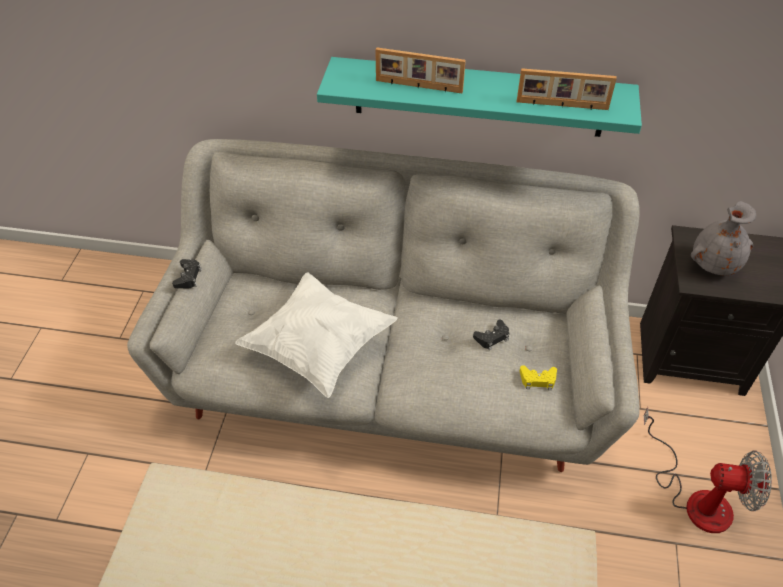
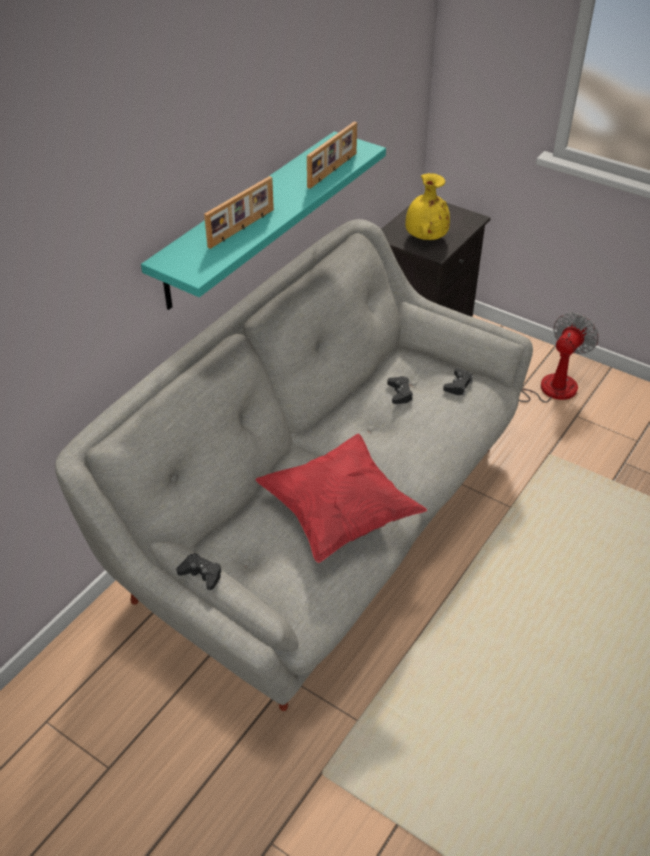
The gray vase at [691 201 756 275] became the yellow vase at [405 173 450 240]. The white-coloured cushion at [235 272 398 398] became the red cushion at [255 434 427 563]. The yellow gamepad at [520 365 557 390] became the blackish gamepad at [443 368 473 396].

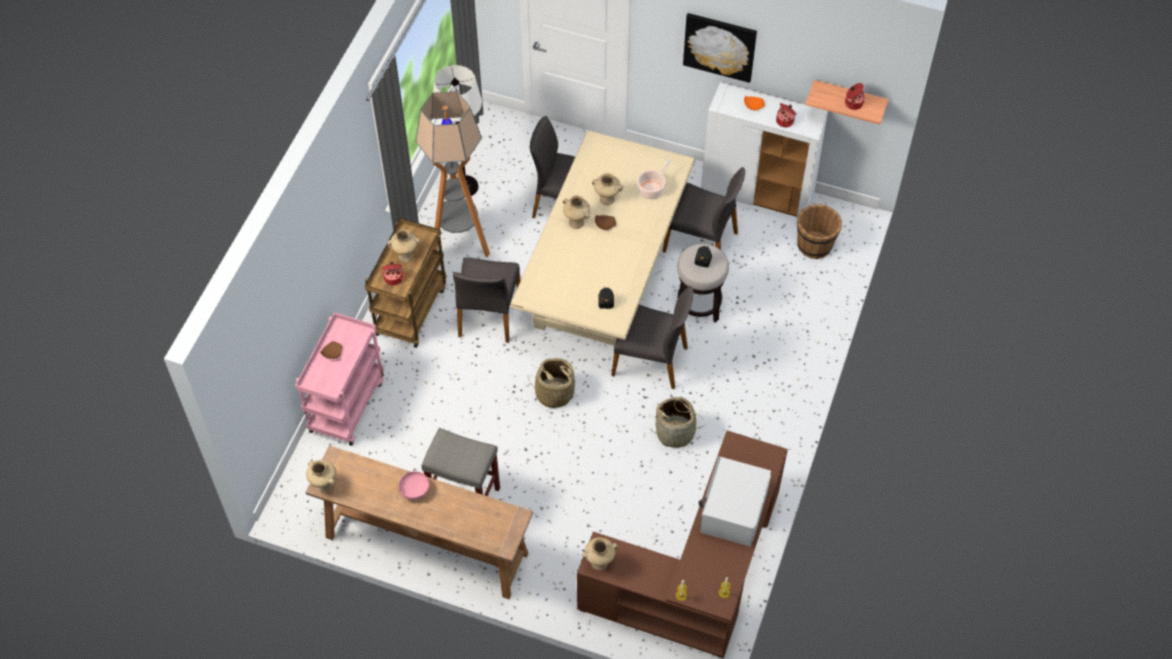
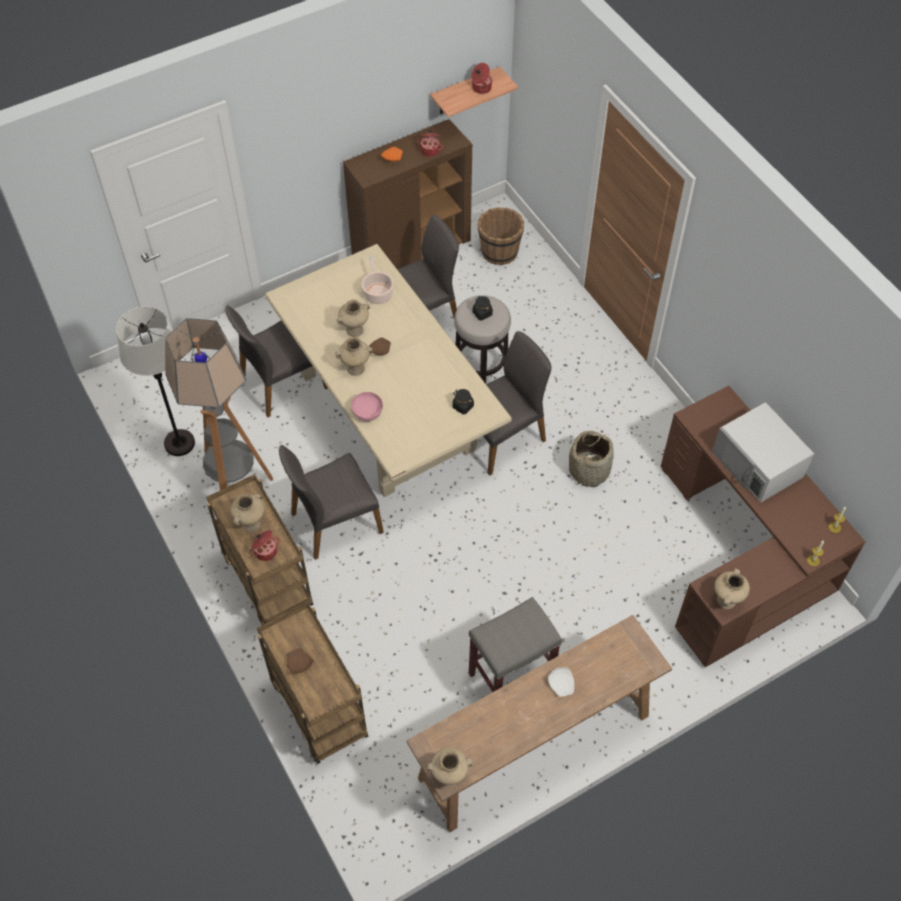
The wall picture at [683 13 757 83] disappeared. The white-coloured cupboard at [701 82 828 218] became the brown cupboard at [343 119 472 269]. The gray upright chair at [453 257 521 343] turned 105 degrees clockwise. The pink wheeled cart at [295 312 384 446] became the brown wheeled cart at [257 602 368 764]. The storage basket at [528 358 576 408] disappeared. The pink bowl moved from [399 471 429 500] to [351 392 383 421]. The white-coloured plate at [548 667 574 697] appeared.

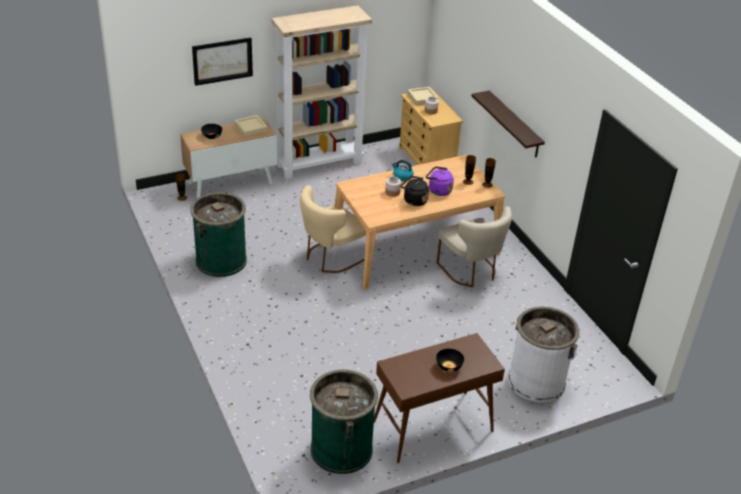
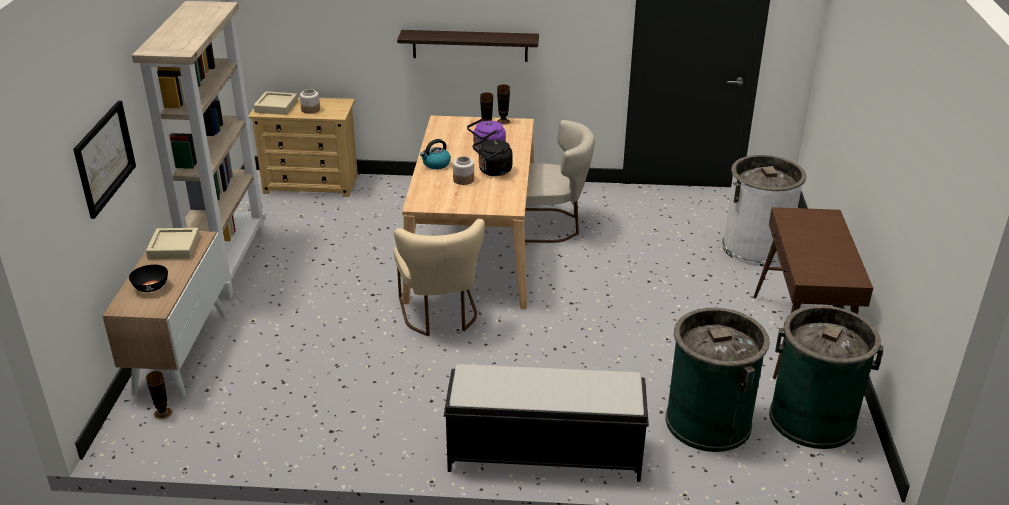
The green-coloured waste bin moved from [190 192 247 277] to [666 308 770 452]. The blackish bowl at [436 349 464 372] disappeared. The blackish long seat at [444 364 649 482] appeared.

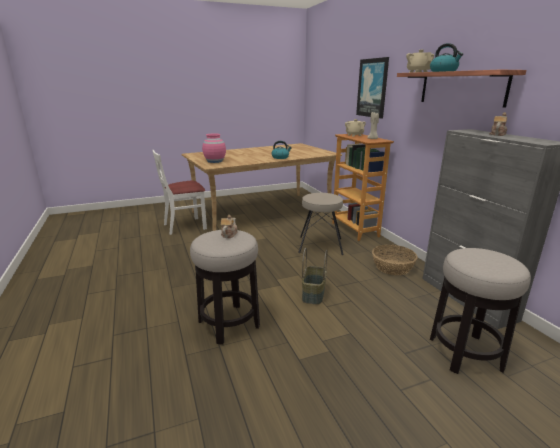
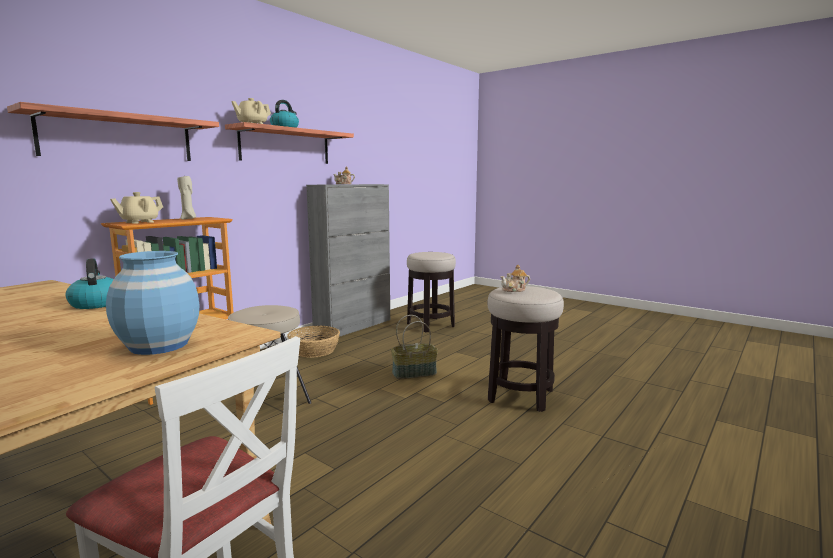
The wall picture at [356 57 389 119] was replaced by the wall shelf at [7 102 219 161]. The pink vase at [202 133 226 163] became the blue vase at [106 251 199 355].

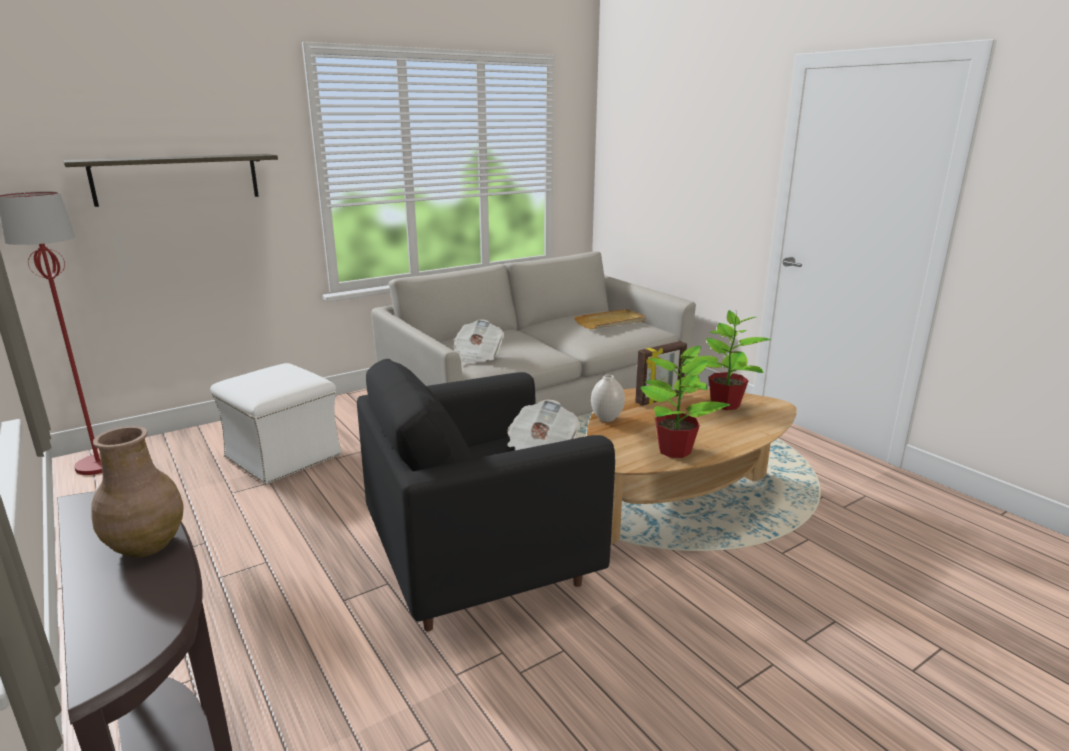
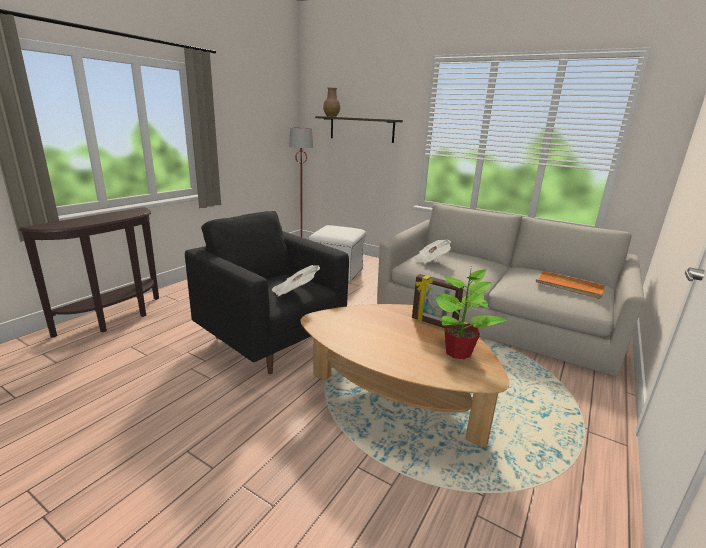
The beige serving tray at [574 309 646 329] became the orange serving tray at [536 271 605 299]. The plant in a pot at [640 344 730 458] disappeared. The white-coloured vase at [591 374 625 422] disappeared. The brown vase moved from [91 426 184 557] to [323 88 340 117].

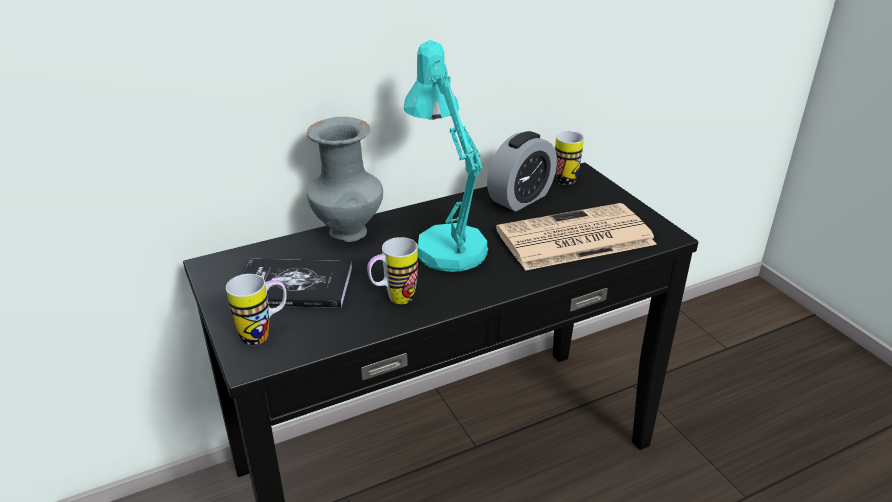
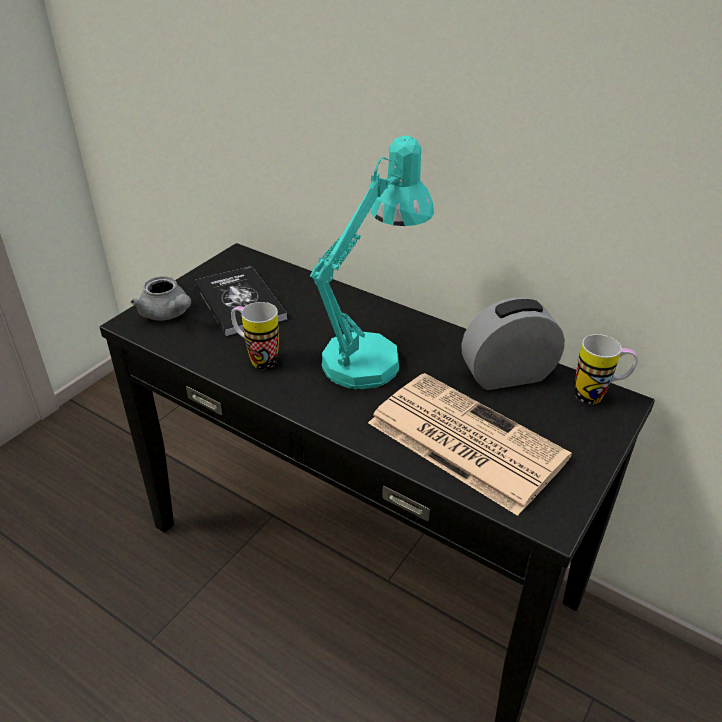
The gray vase at [307 117 383 242] disappeared. The table clock at [487 131 557 212] turned 150 degrees clockwise. The coffee mug at [226 274 287 345] was replaced by the gray teapot at [131 276 191 321].

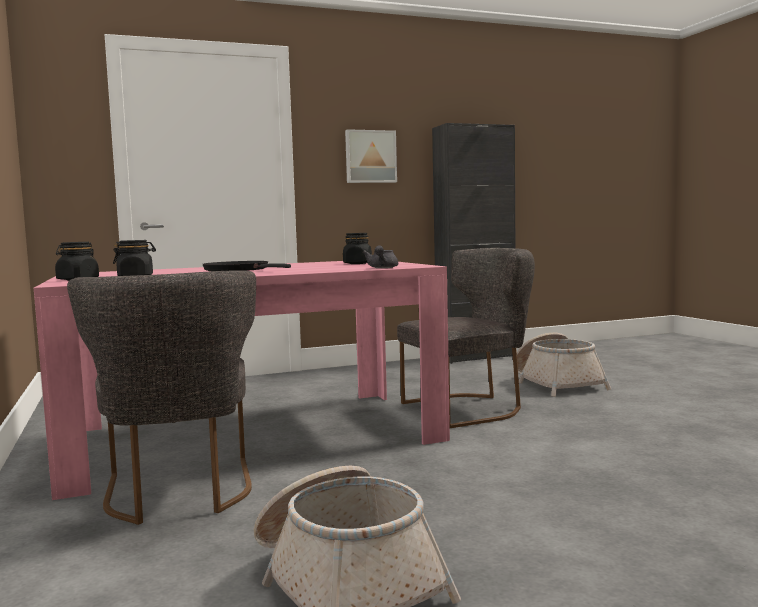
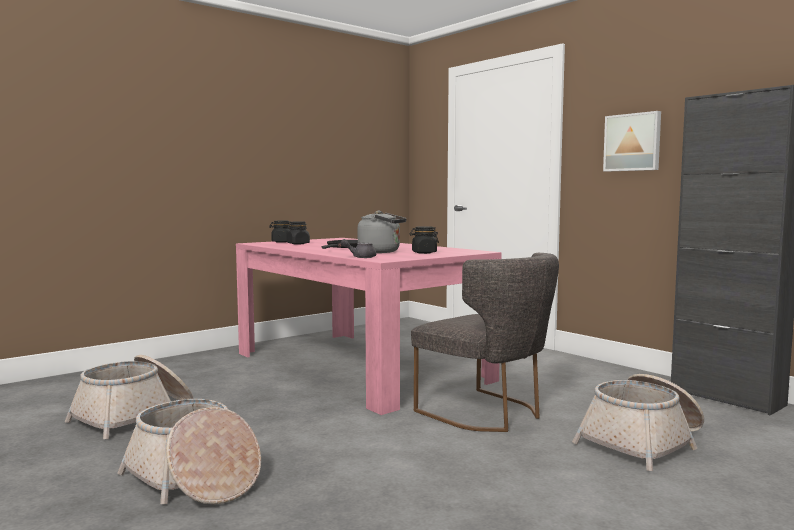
The gray upright chair at [67 270 256 525] disappeared. The gray tea kettle at [358 211 407 253] appeared. The storage basket at [117 399 261 504] appeared.

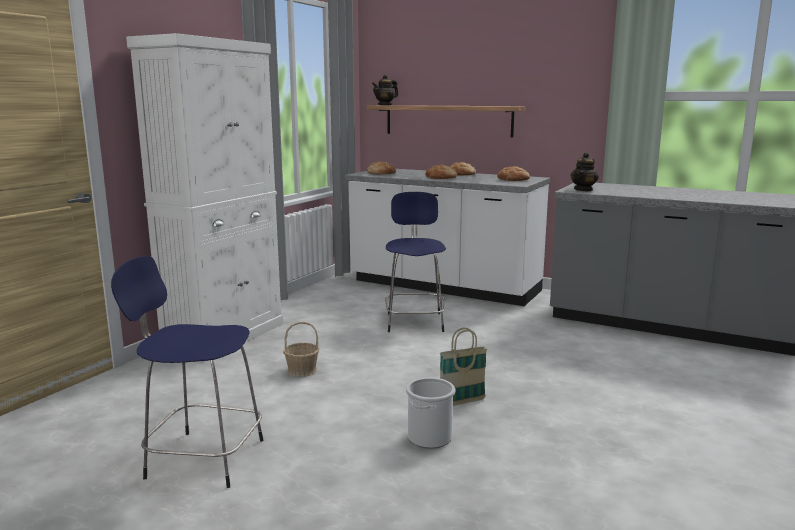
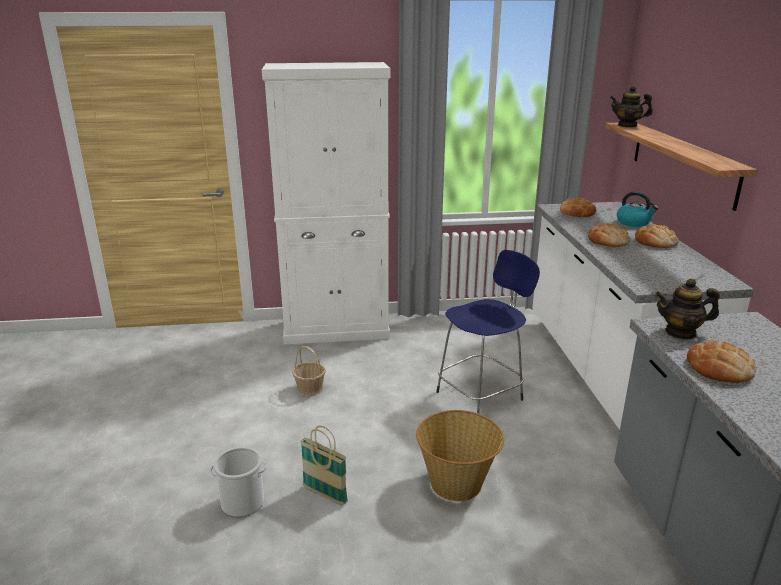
The baked bread moved from [497 166 530 181] to [687 340 756 383]. The blue sitting stool at [111 256 263 488] disappeared. The tea kettle at [617 191 659 227] appeared. The storage basket at [416 410 504 501] appeared.

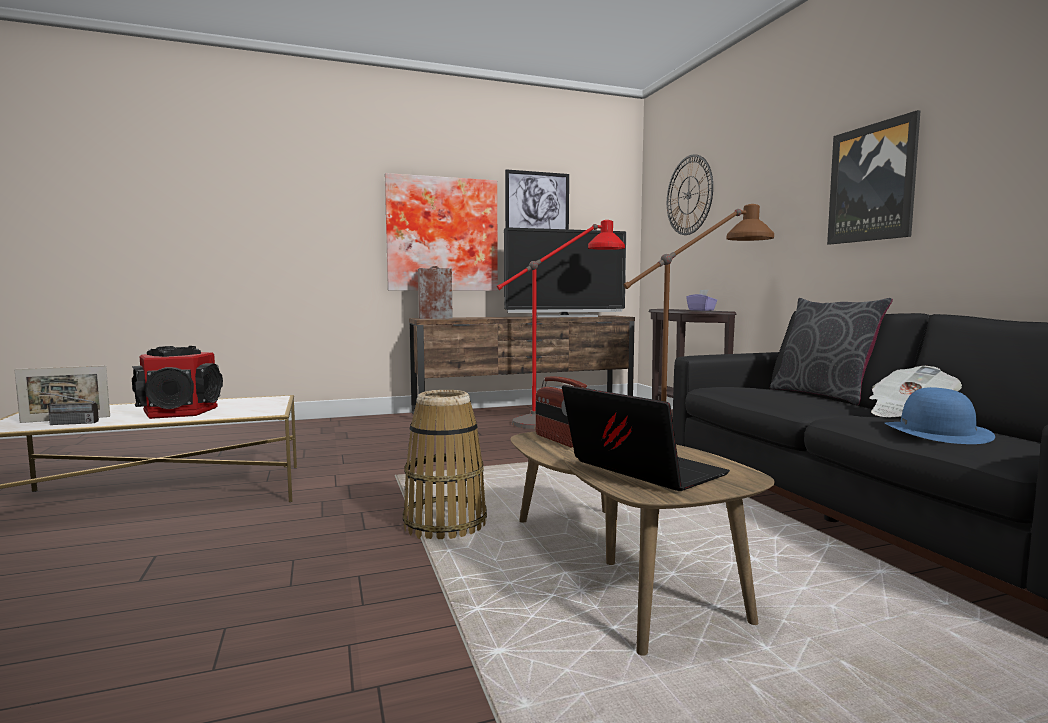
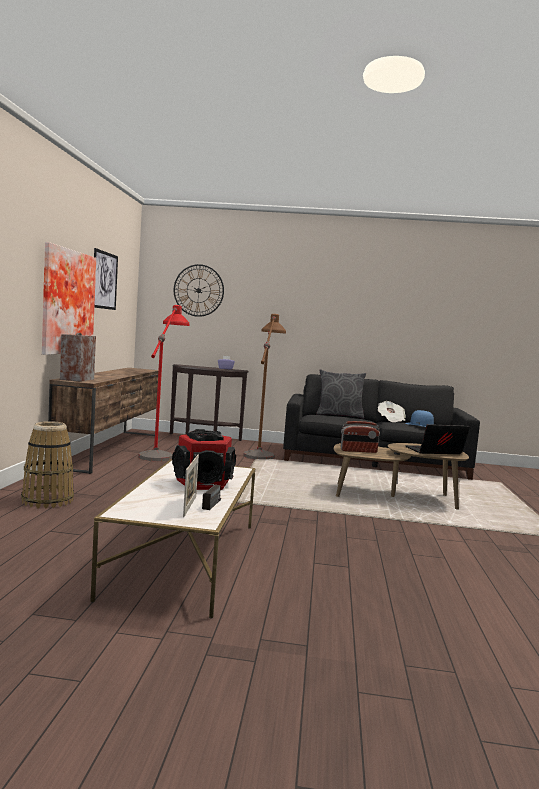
The wall picture at [827 110 920 245] disappeared. The TV set at [504 227 626 318] disappeared. The storage basket moved from [403 390 487 539] to [21 421 74 509].

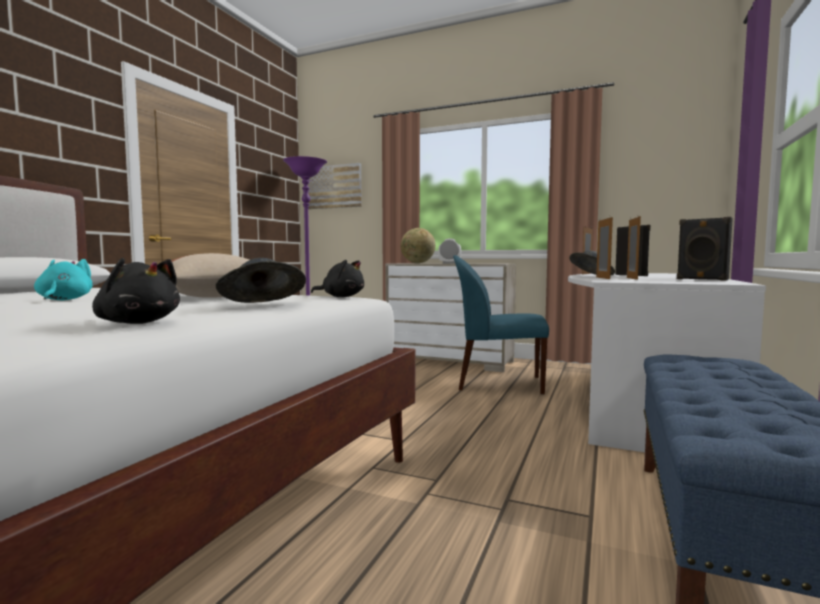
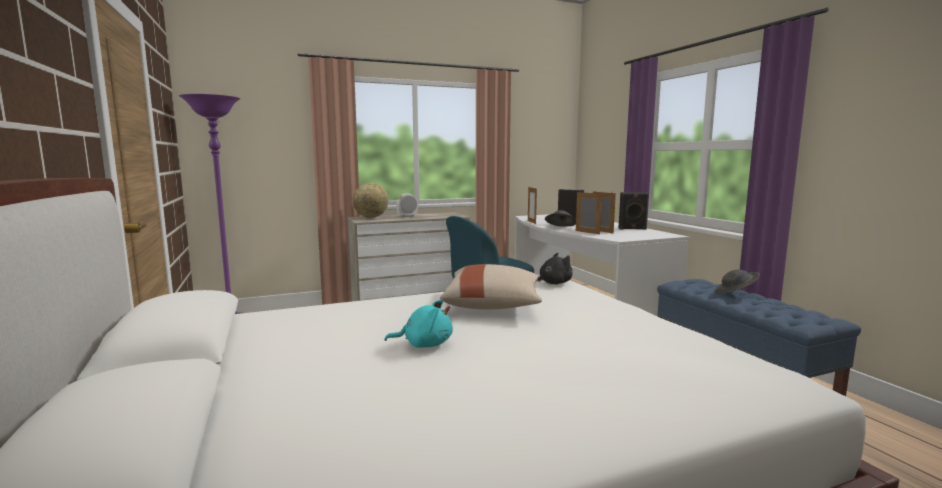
The wall picture at [308 163 362 209] disappeared. The blackish soft toy at [92 258 180 324] disappeared. The gray wearable hat moved from [215 258 306 303] to [715 270 760 294]. The turquoise soft toy at [34 259 93 301] turned 150 degrees clockwise.

